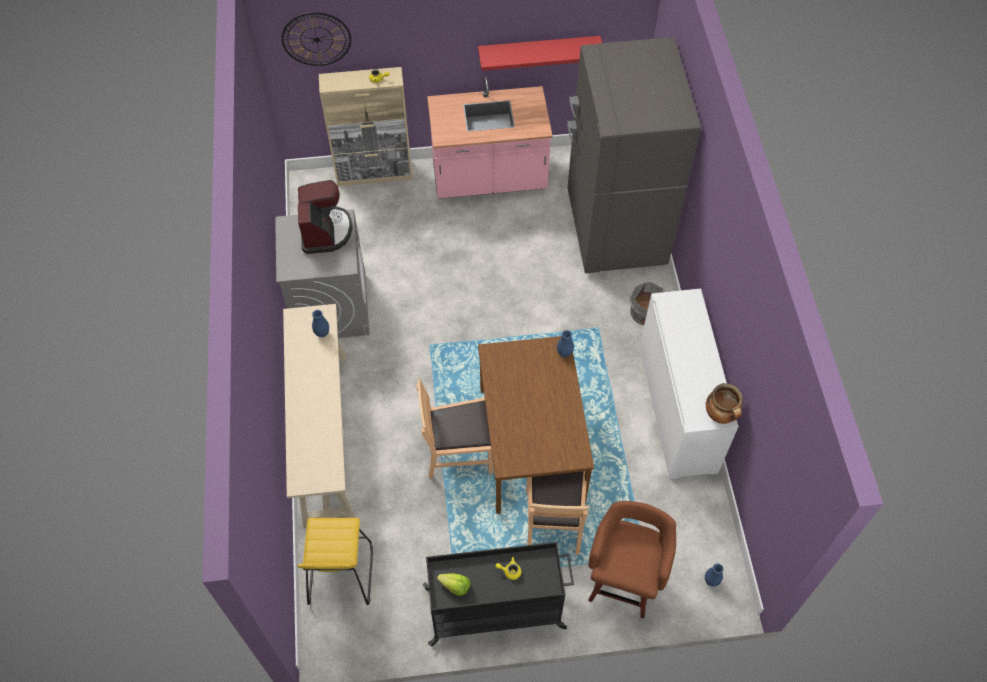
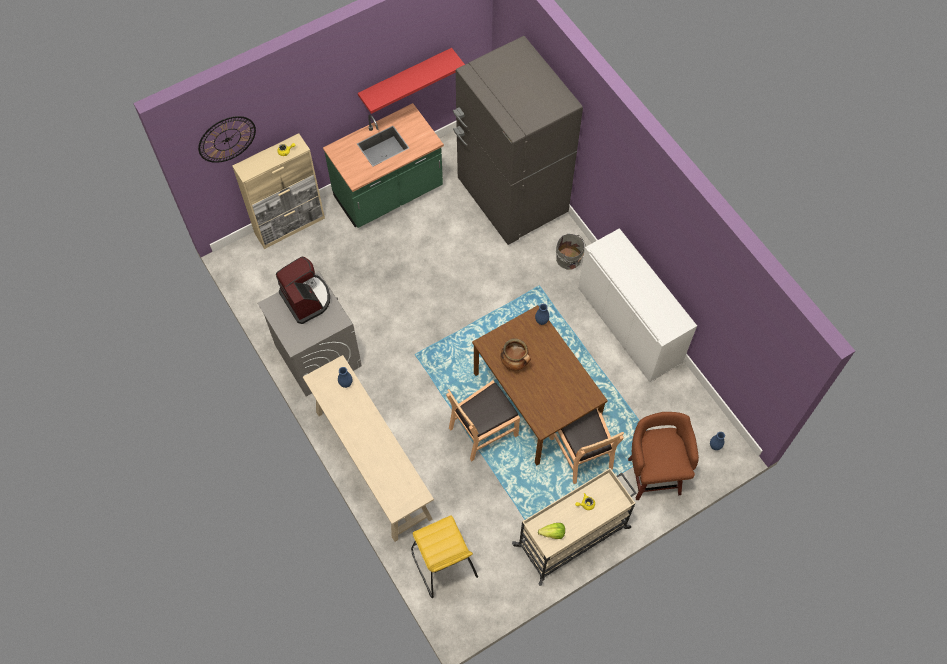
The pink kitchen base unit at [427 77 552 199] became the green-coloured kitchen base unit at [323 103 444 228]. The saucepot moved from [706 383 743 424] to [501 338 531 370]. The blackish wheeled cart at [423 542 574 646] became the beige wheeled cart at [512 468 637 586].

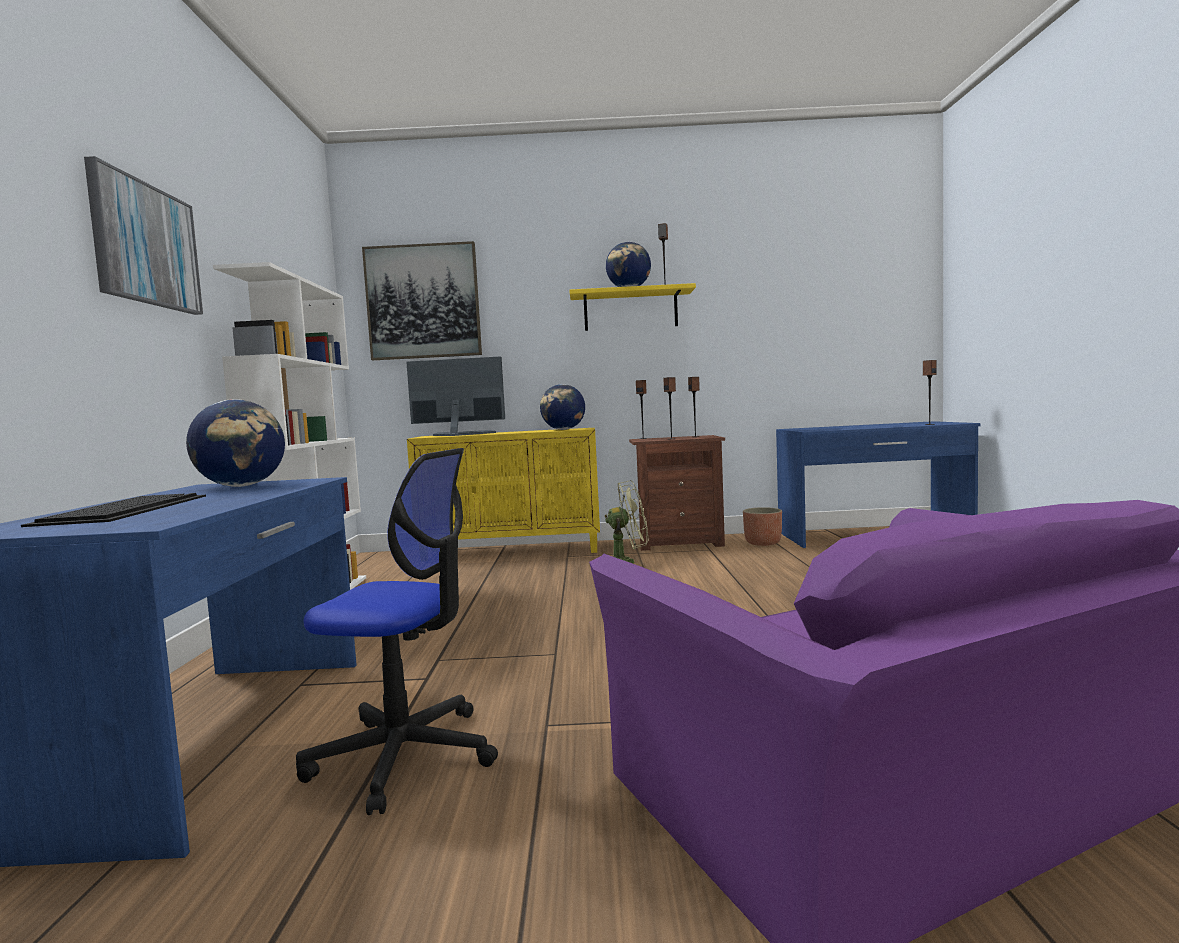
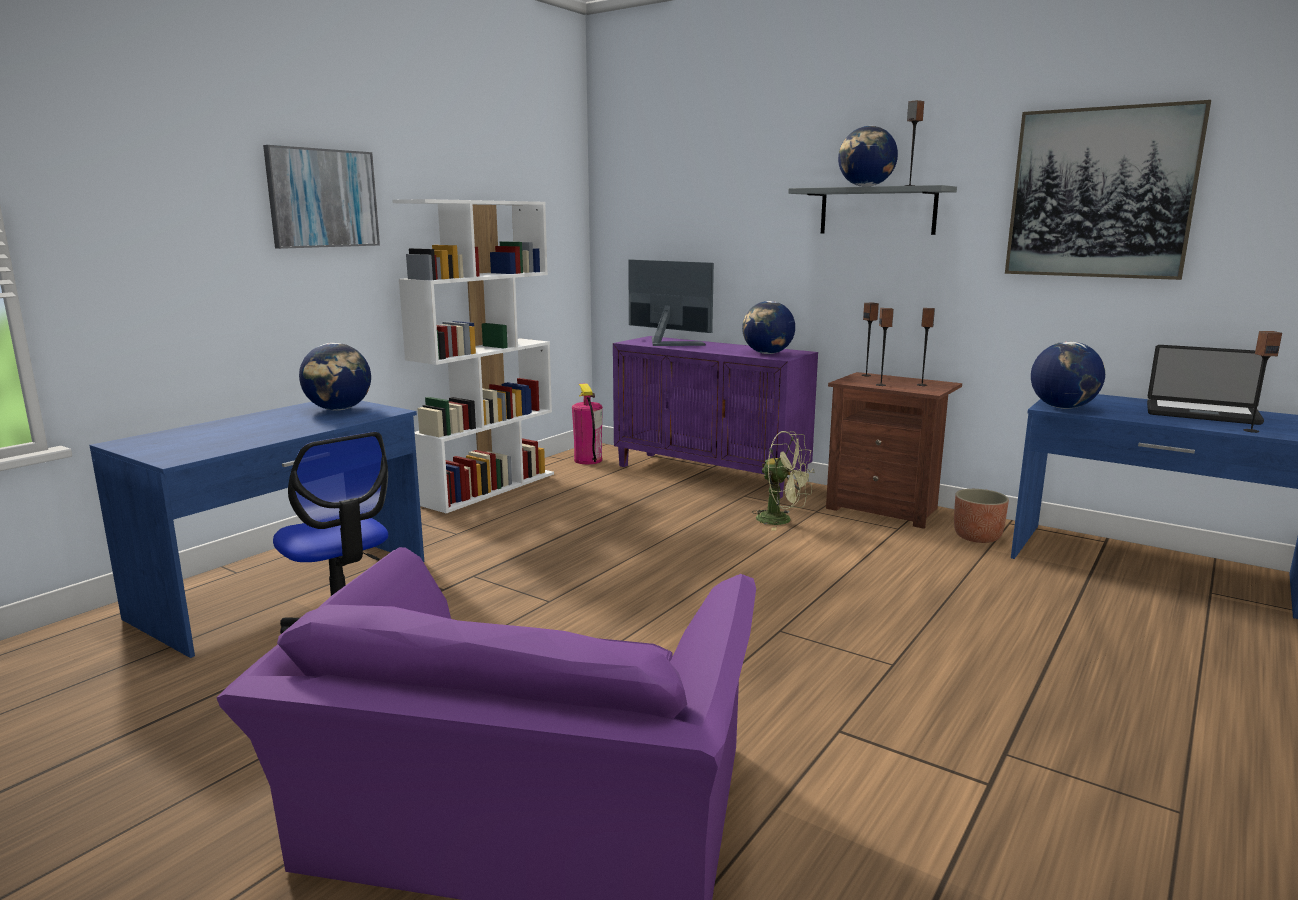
The wall picture moved from [362 241 482 360] to [1005 100 1211 280]. The yellow wall shelf at [569 283 696 331] became the gray wall shelf at [788 185 957 235]. The yellow cupboard at [407 428 600 553] became the purple cupboard at [613 336 818 499]. The keyboard at [21 493 206 527] disappeared. The desk globe at [1031 341 1105 409] appeared. The laptop at [1147 345 1264 425] appeared. The extinguisher at [572 383 603 464] appeared.

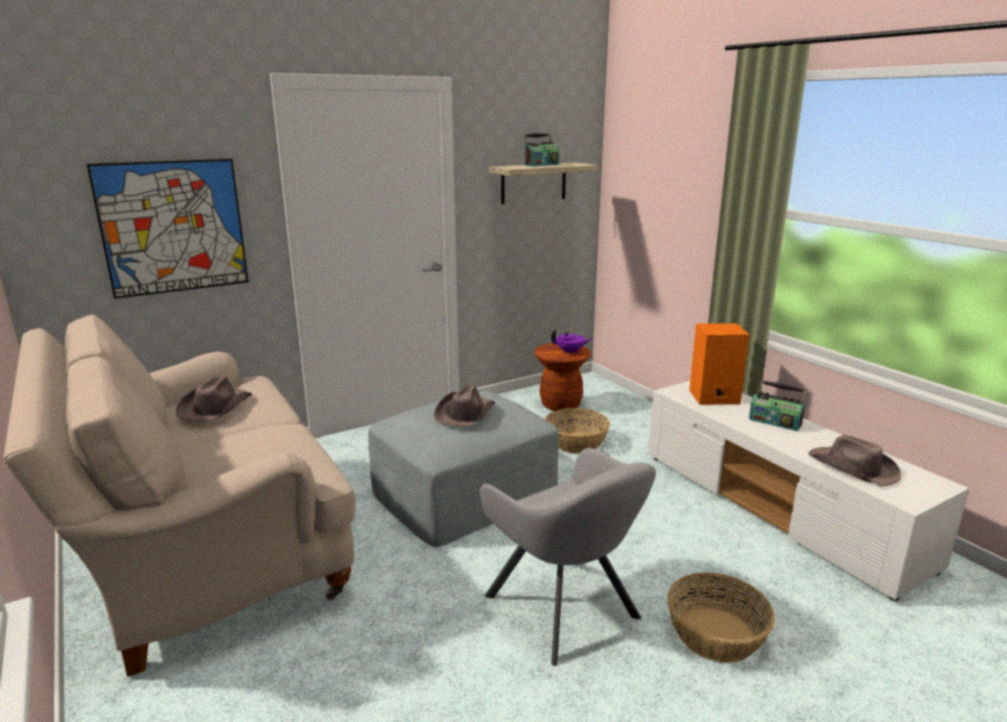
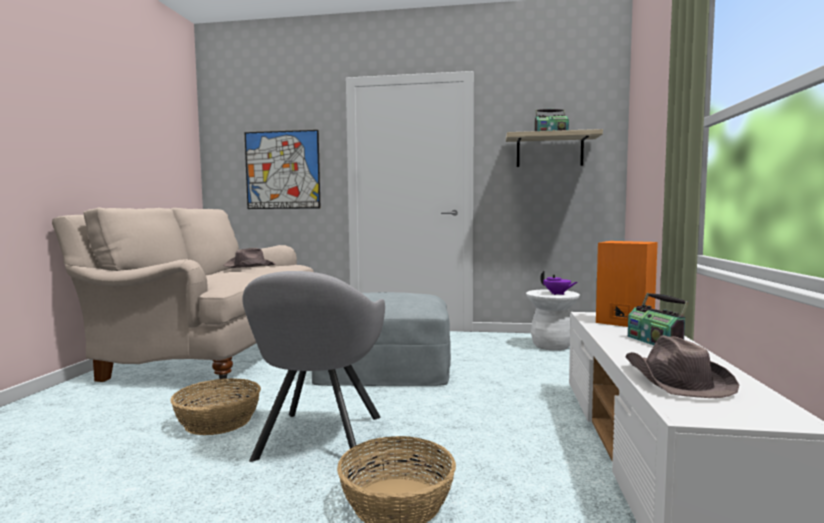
The brown sitting stool at [534 343 591 411] became the white-coloured sitting stool at [526 289 580 351]. The brown wearable hat at [434 384 495 427] disappeared. The storage basket moved from [545 408 610 454] to [170 378 261 435].

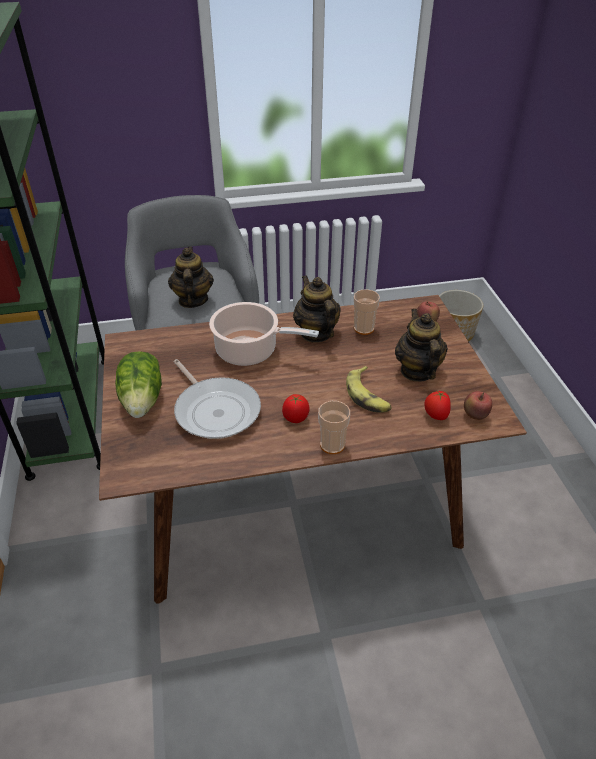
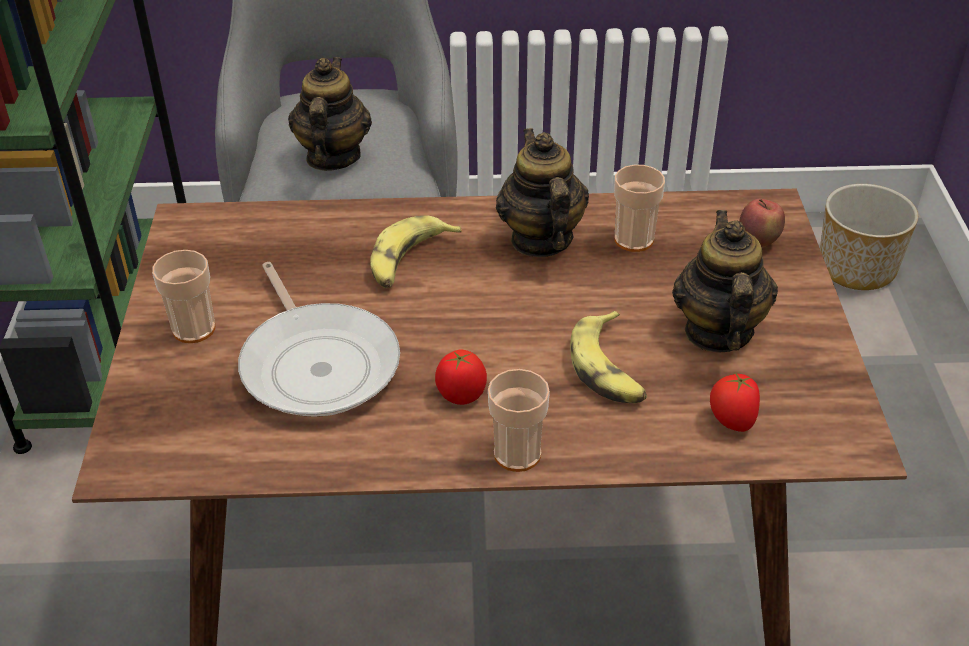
The saucepot at [209 302 319 366] was replaced by the banana fruit at [370 215 462 288]. The lettuce at [115 351 162 418] was replaced by the drinking cup at [152 250 215 343]. The whole apple at [464 391 492 420] disappeared.

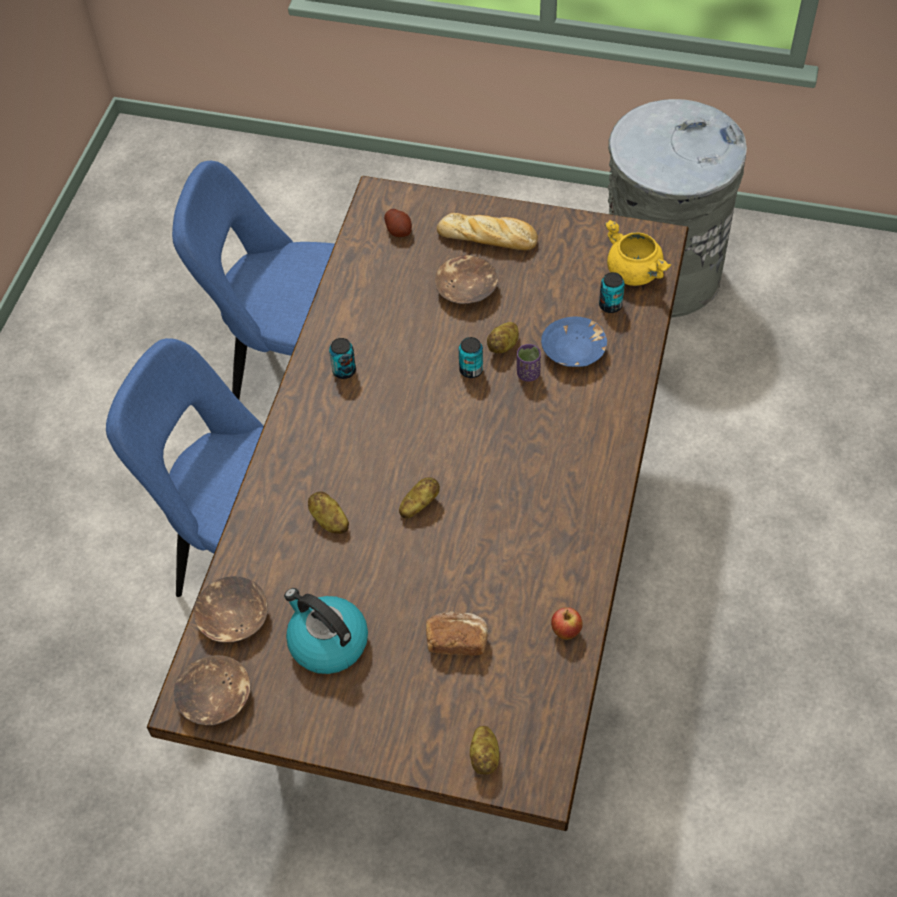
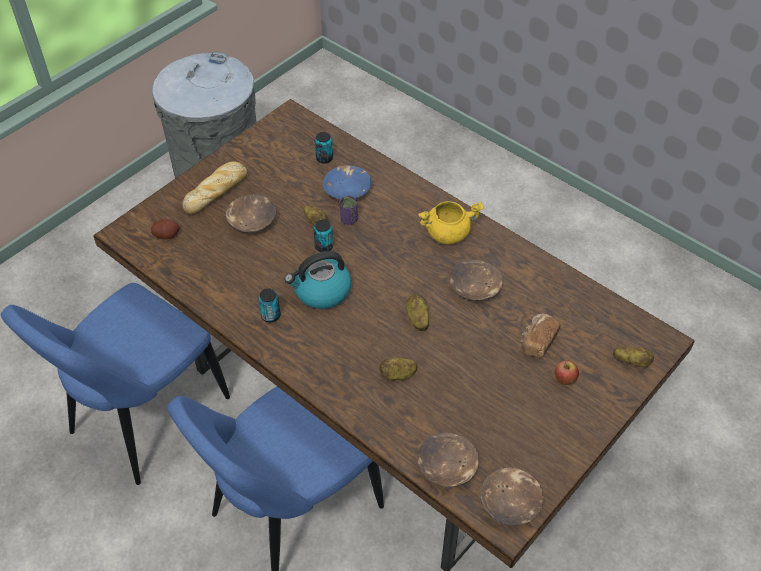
The yellow saucepot moved from [605 220 671 286] to [418 201 484 244]. The tea kettle moved from [284 588 368 674] to [285 251 351 309]. The whole apple moved from [551 607 583 640] to [554 360 579 385]. The brown bowl at [450 260 503 301] appeared.

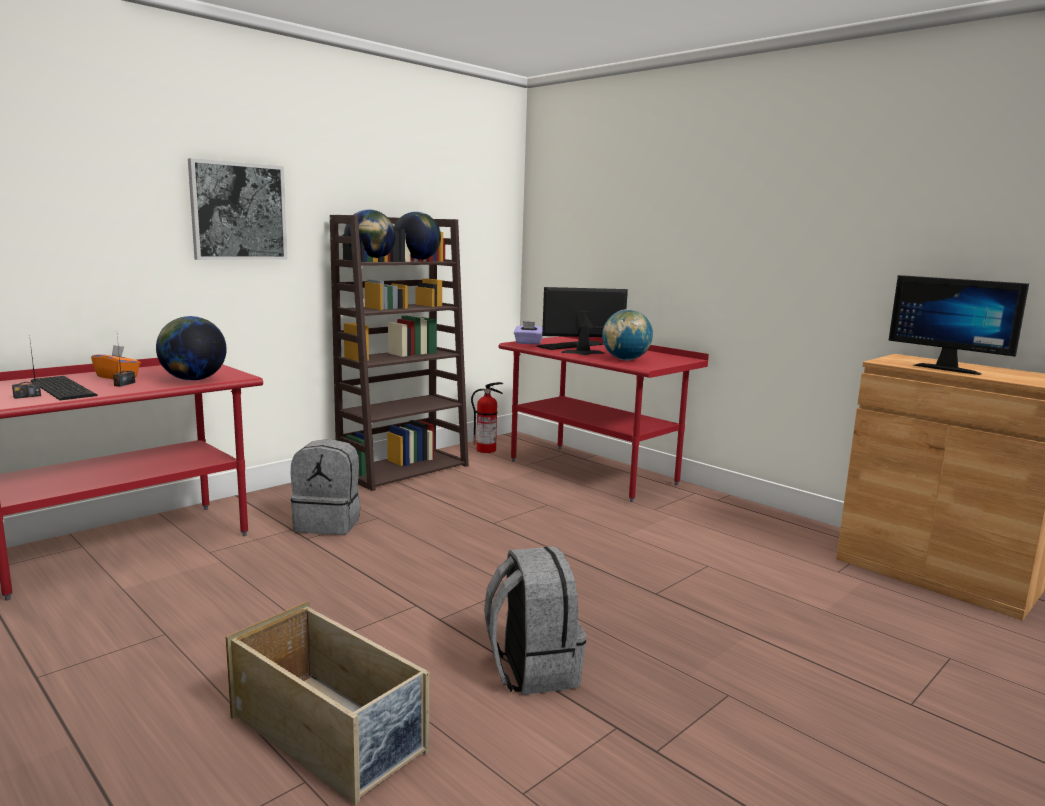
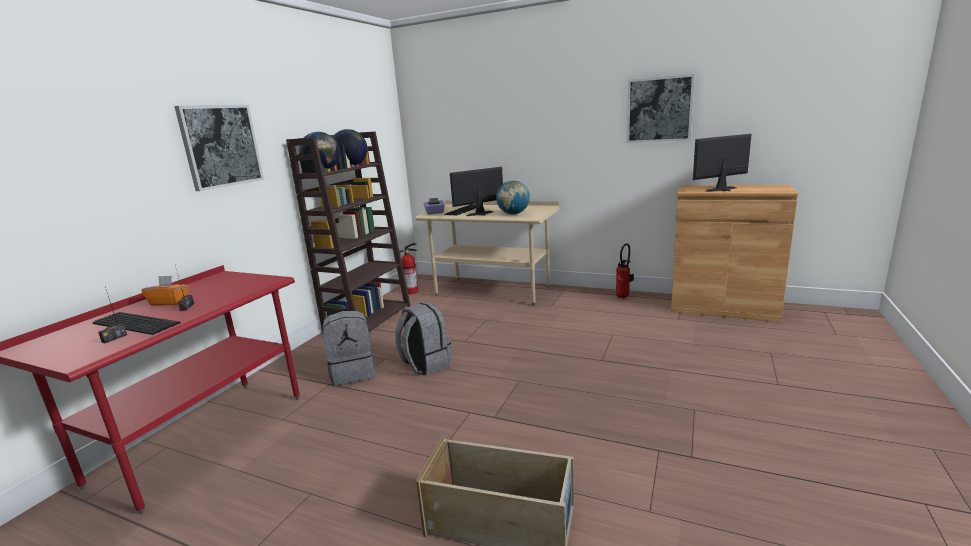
The computer screen at [888 275 1029 375] turned 135 degrees clockwise. The desk globe at [156 316 227 381] disappeared. The red desk at [499 336 709 502] became the beige desk at [415 200 559 306]. The gray backpack moved from [484 547 586 695] to [396 302 452 376]. The wall picture at [627 74 695 143] appeared. The extinguisher at [616 243 634 299] appeared.

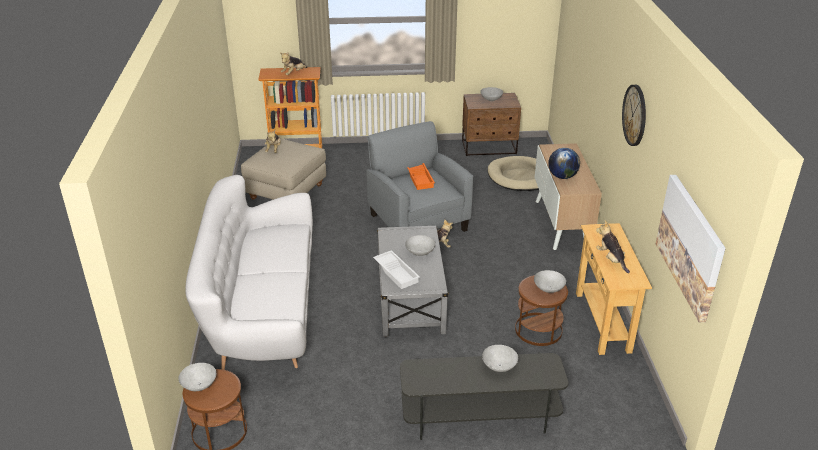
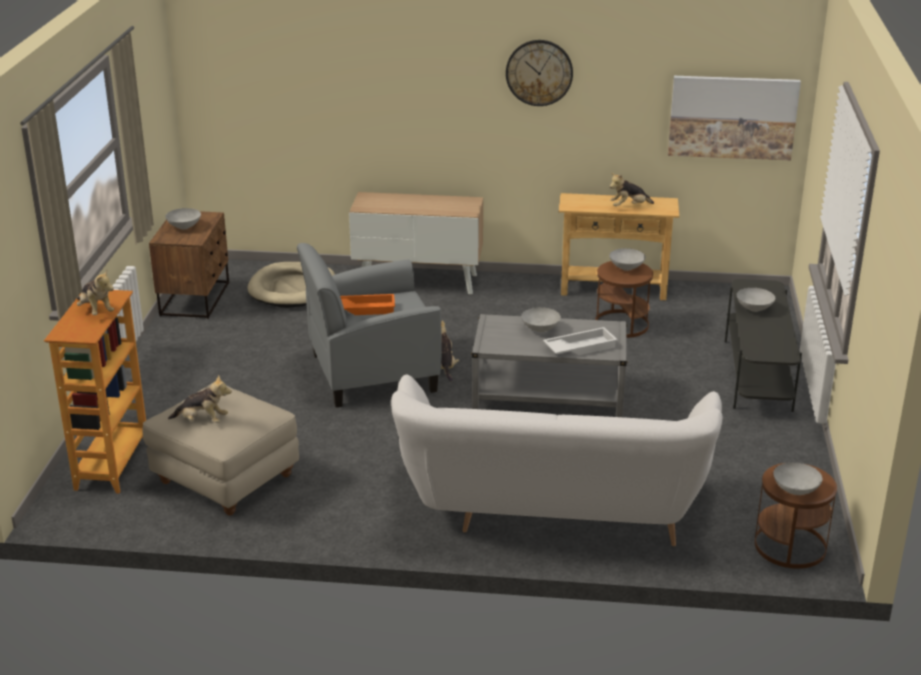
The desk globe at [548 148 580 179] disappeared.

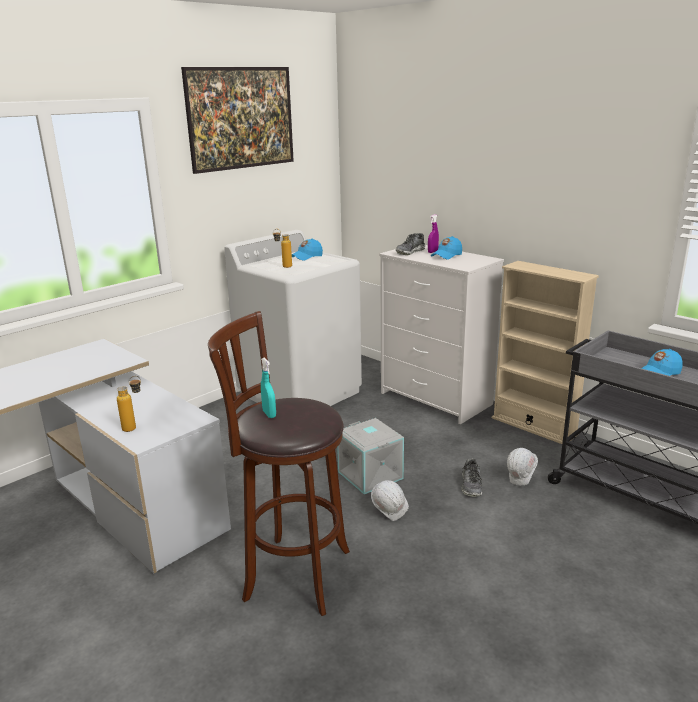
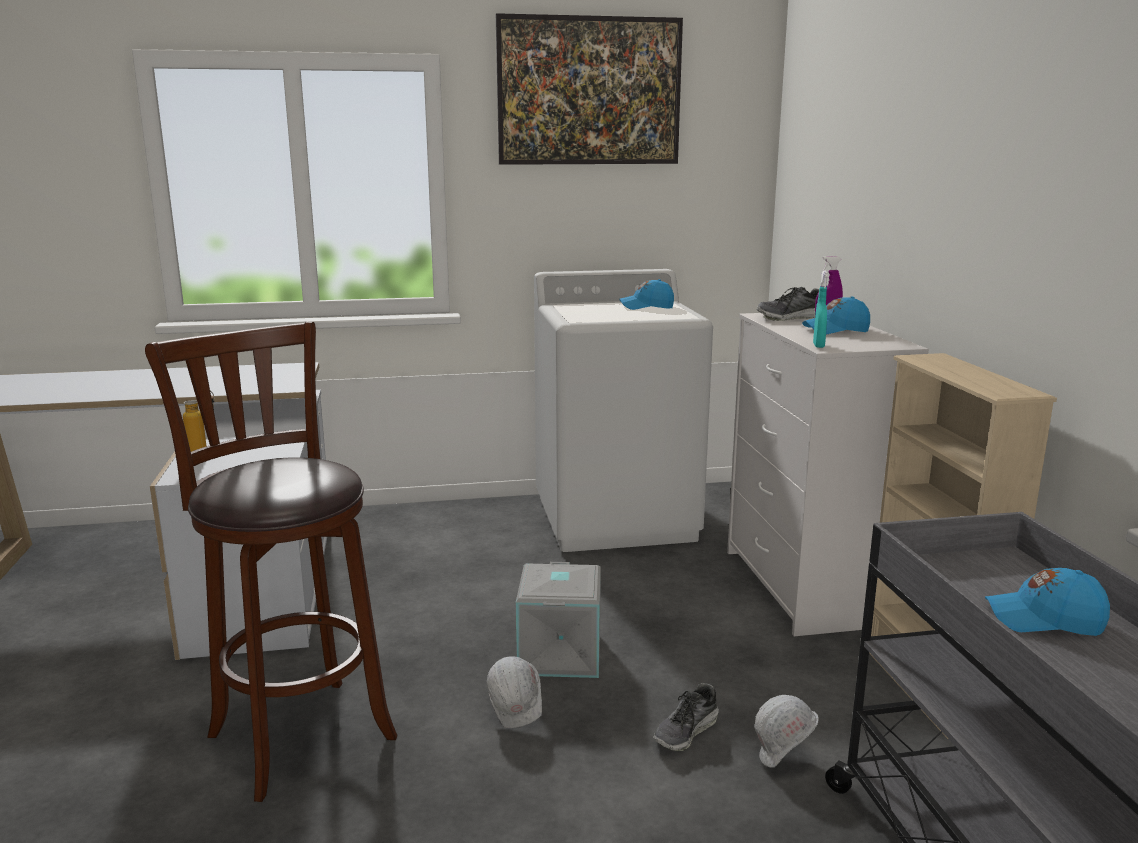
The bottle at [273 229 292 268] disappeared. The turquoise spray bottle moved from [261 357 276 418] to [813 270 828 348].

